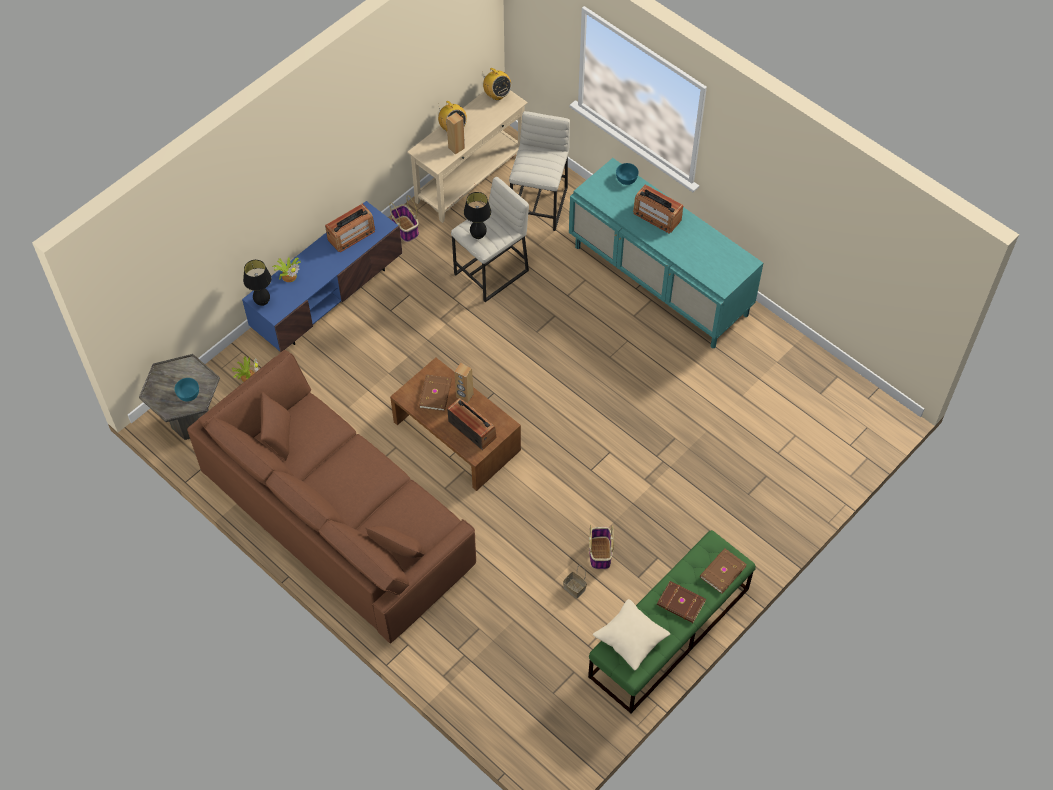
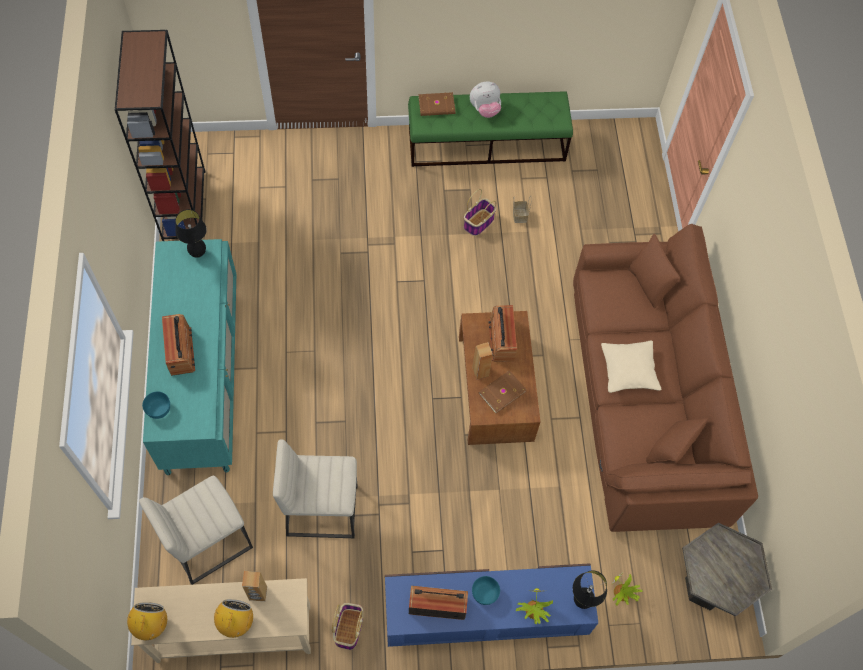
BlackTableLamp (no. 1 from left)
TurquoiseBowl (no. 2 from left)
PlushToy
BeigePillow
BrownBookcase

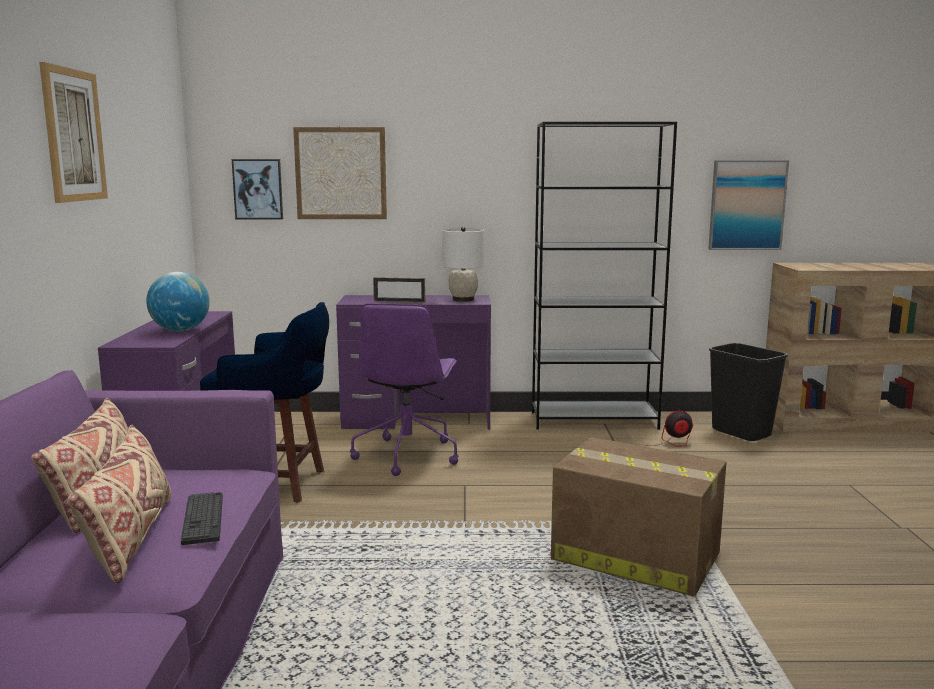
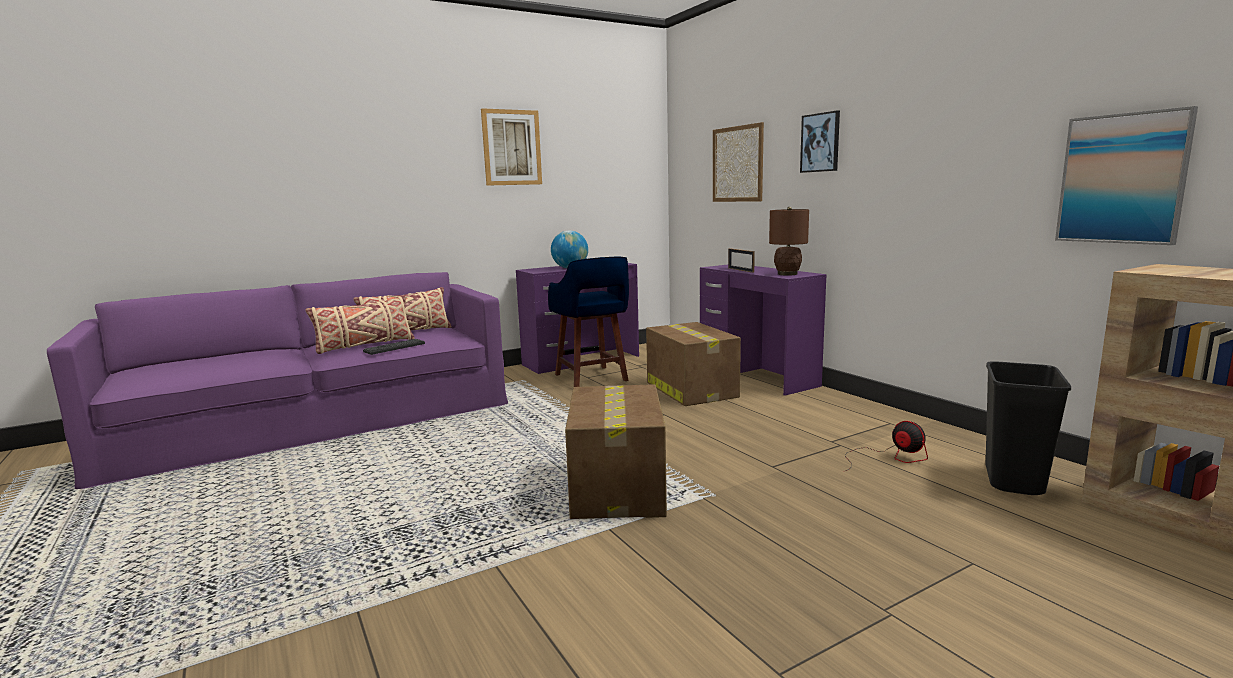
GreyBookcase
Picture (no. 3 from left)
BrownTableLamp
CardboardBox (no. 2 from left)

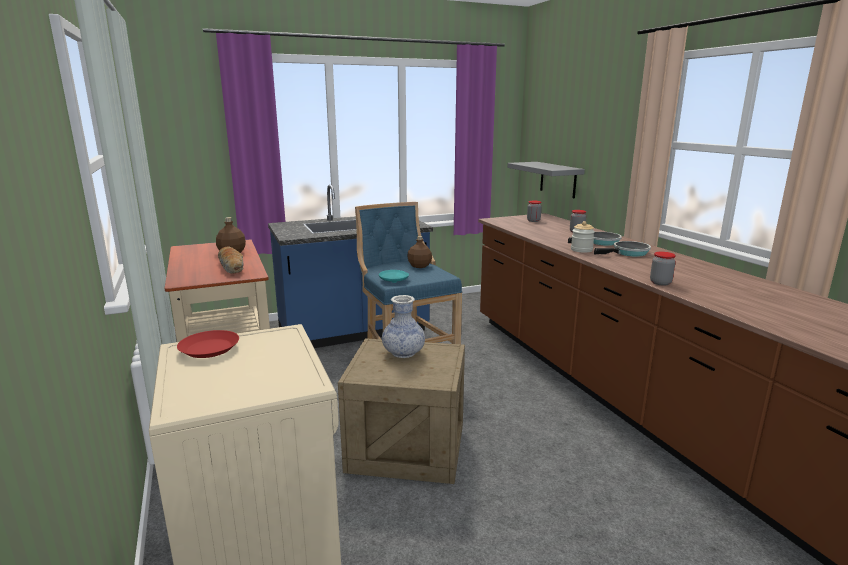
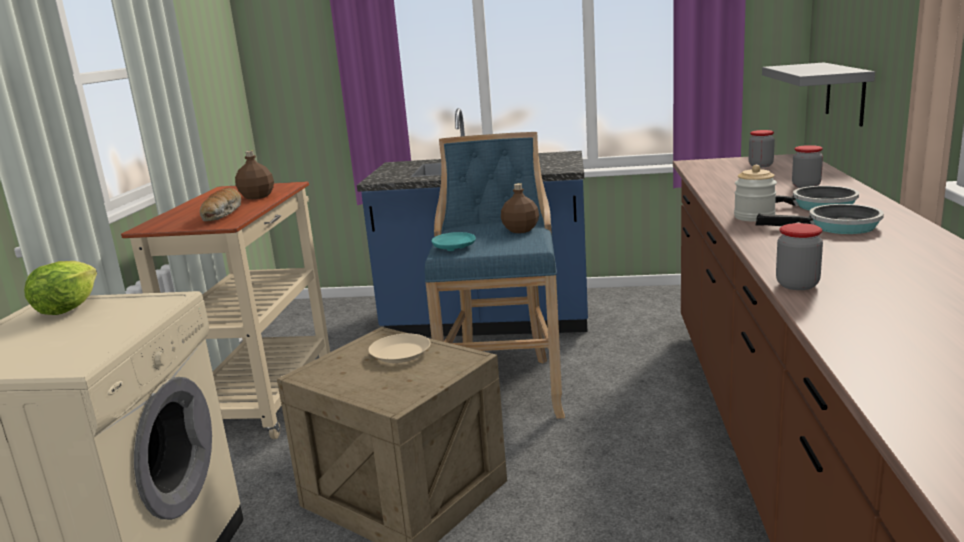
BeigePlate
Lettuce

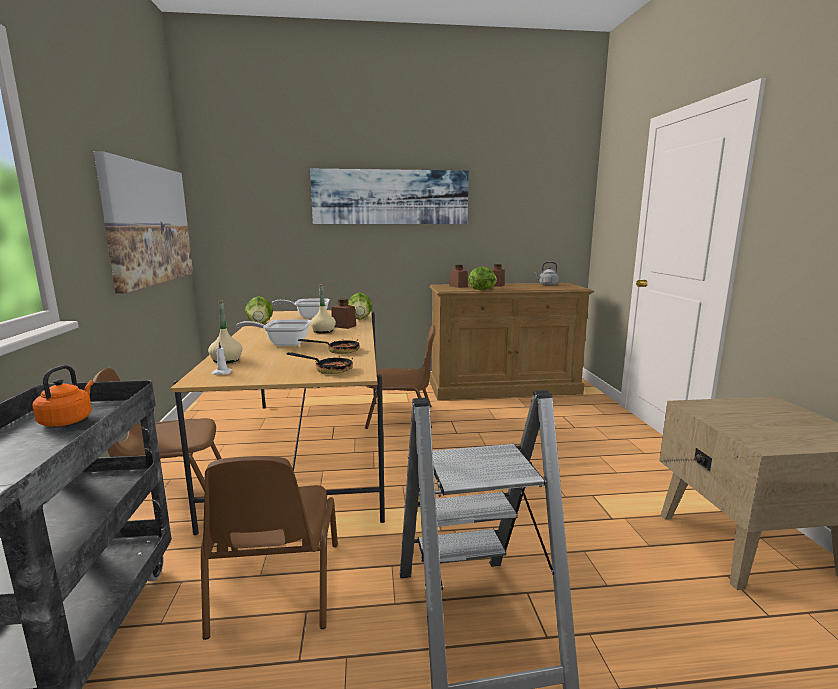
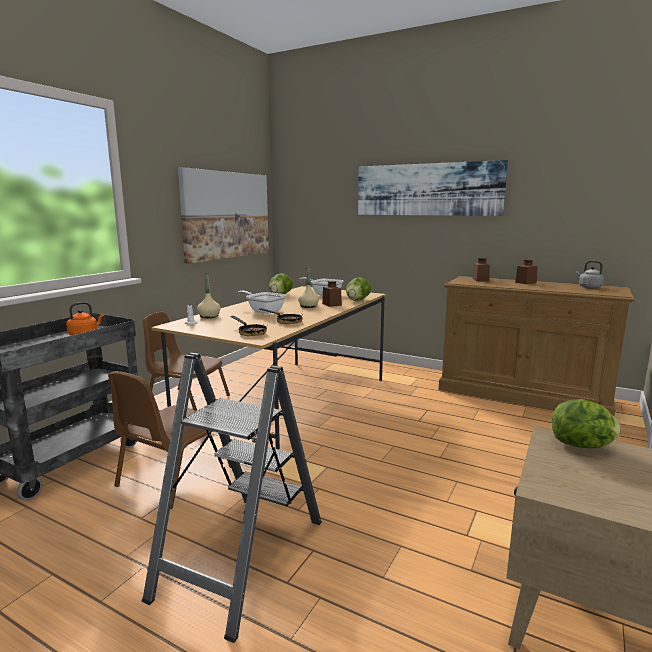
Lettuce (no. 3 from left)
BrownChair (no. 3 from left in the first image)

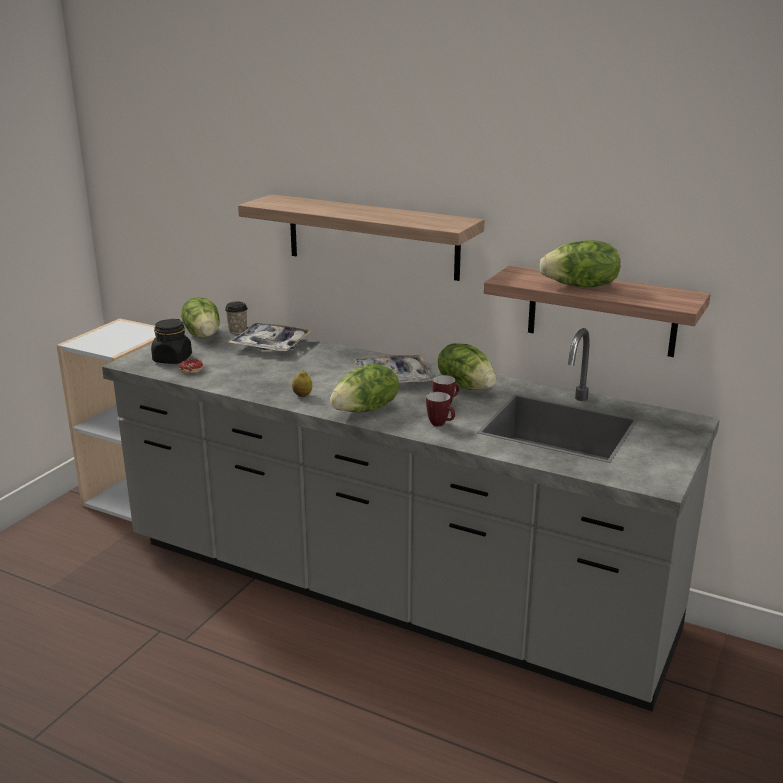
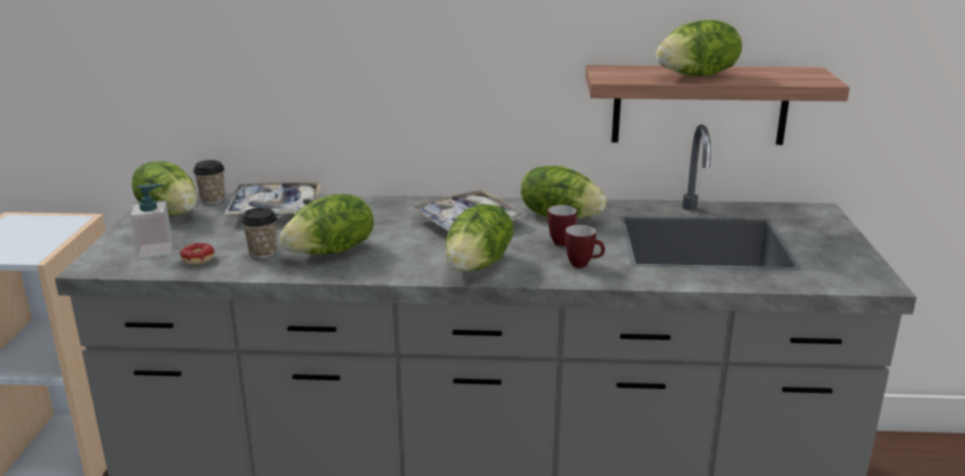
Shelf (no. 1 from left in the first image)
SoapDispenser
Lemon
Lettuce (no. 2 from left)
Cup (no. 2 from left)

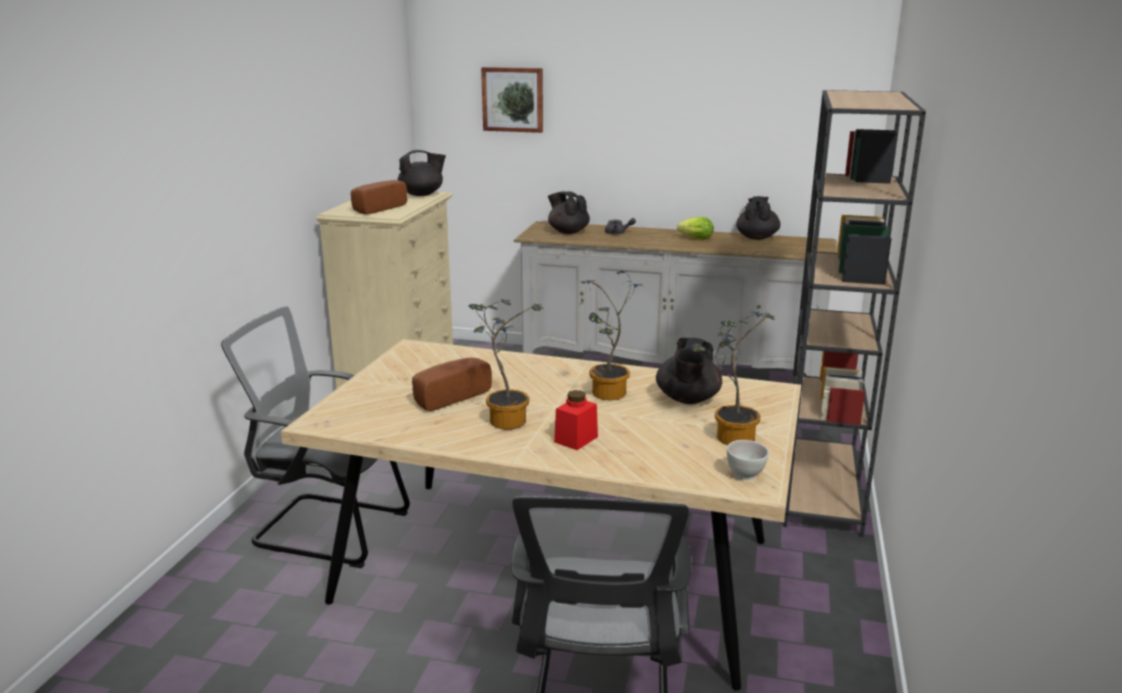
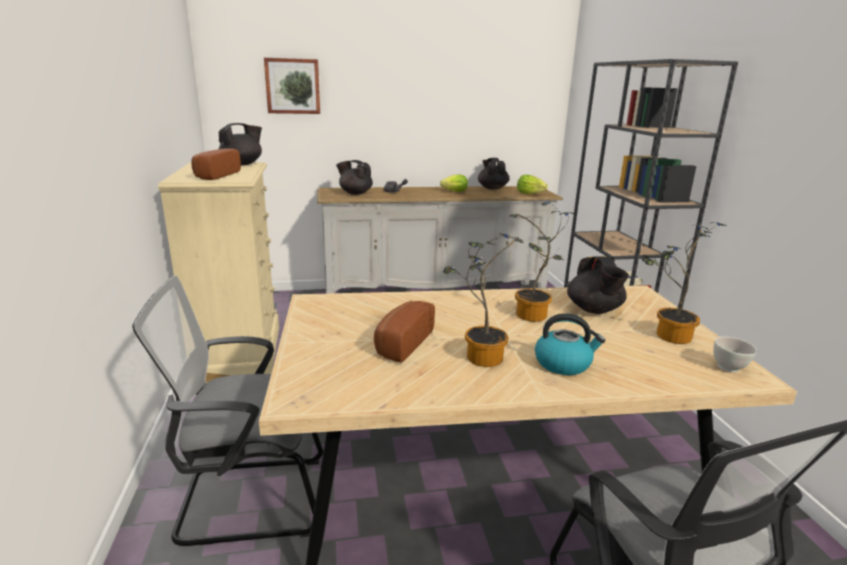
Kettle
Lettuce (no. 2 from left)

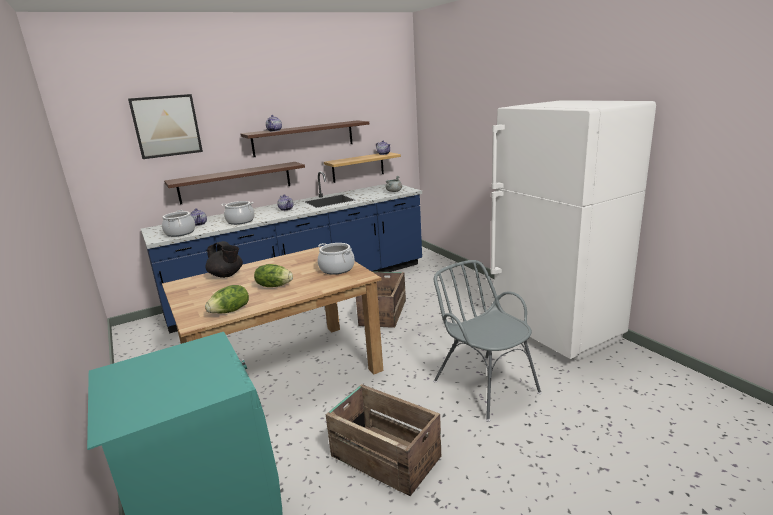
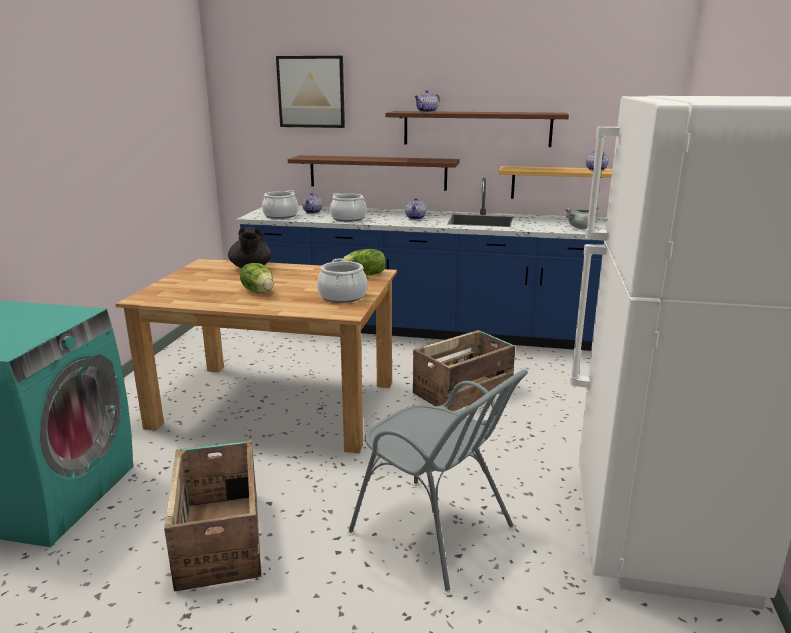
GreyChair
Lettuce (no. 2 from left)

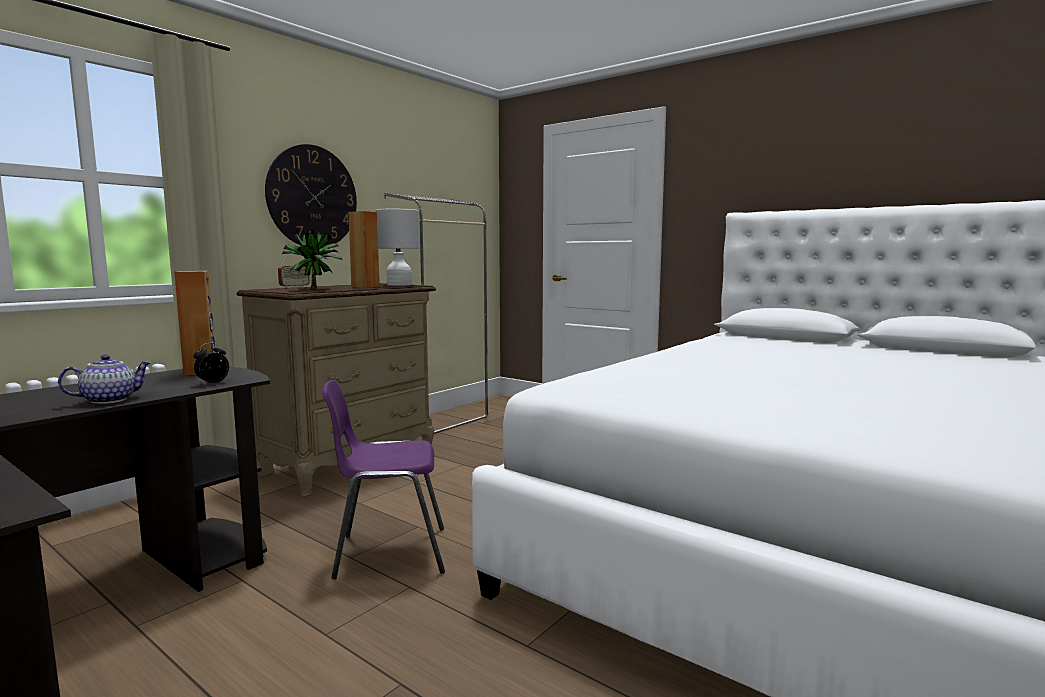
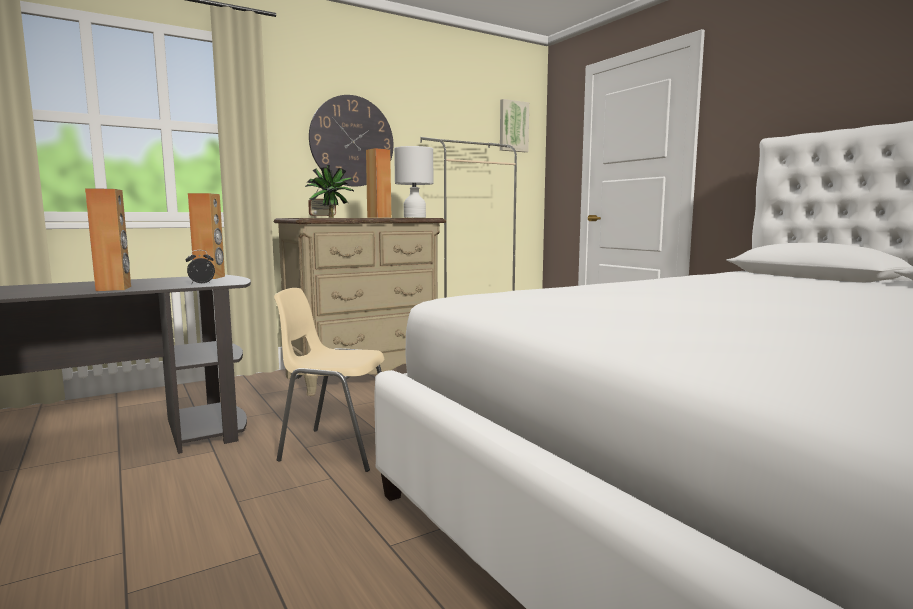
BrownSpeaker (no. 1 from left)
BeigeChair
Picture

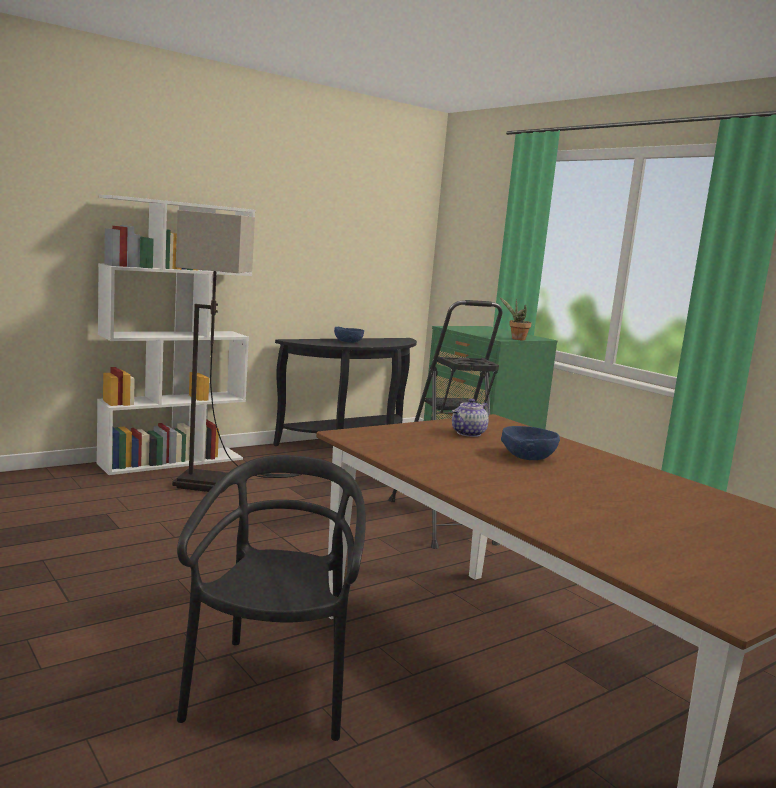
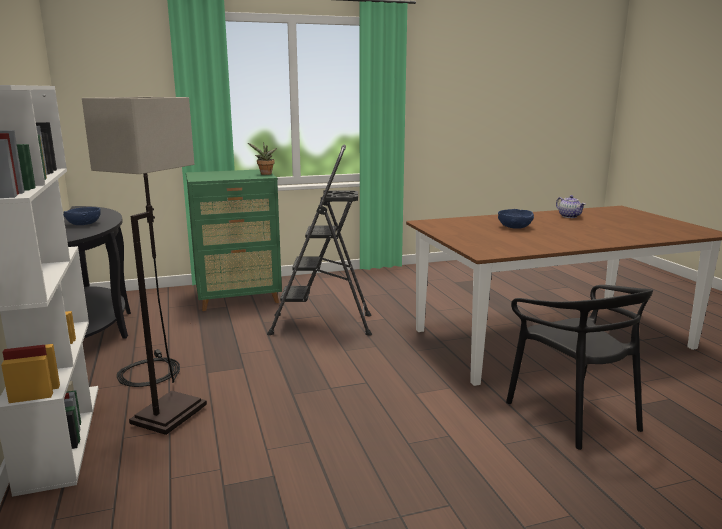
Teapot
BlackChair

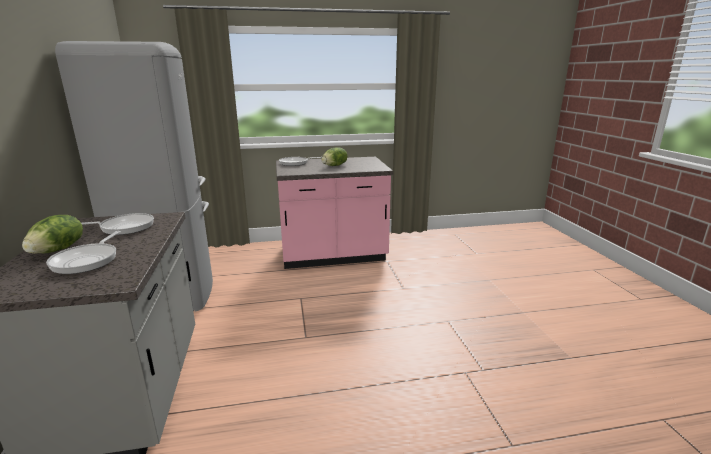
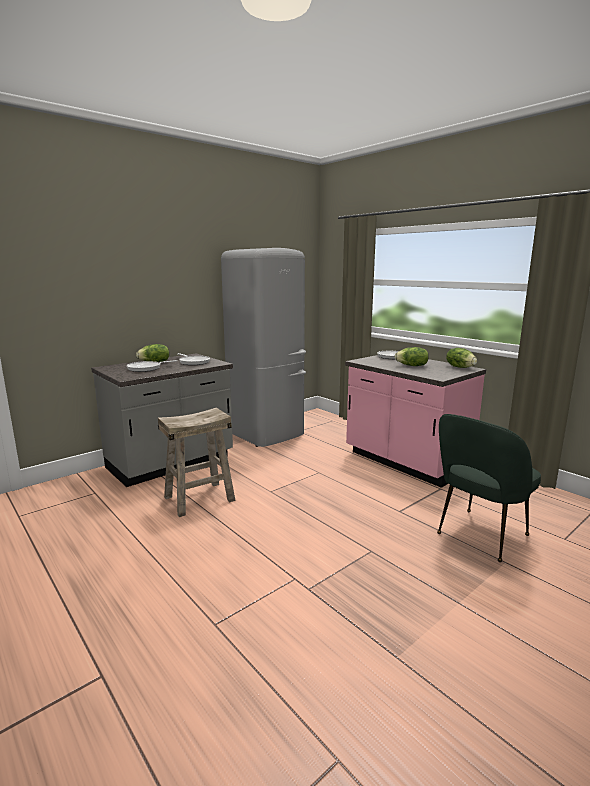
Lettuce (no. 3 from left)
BeigeStool
GreenChair

